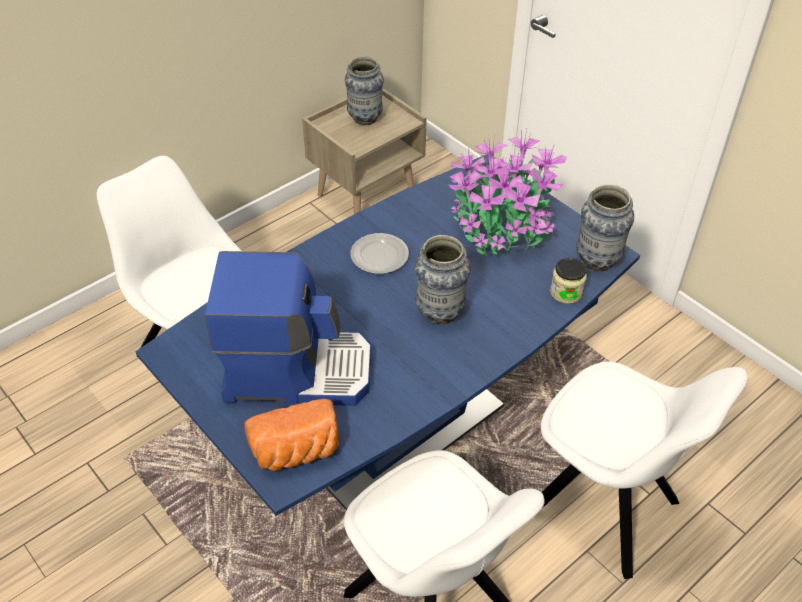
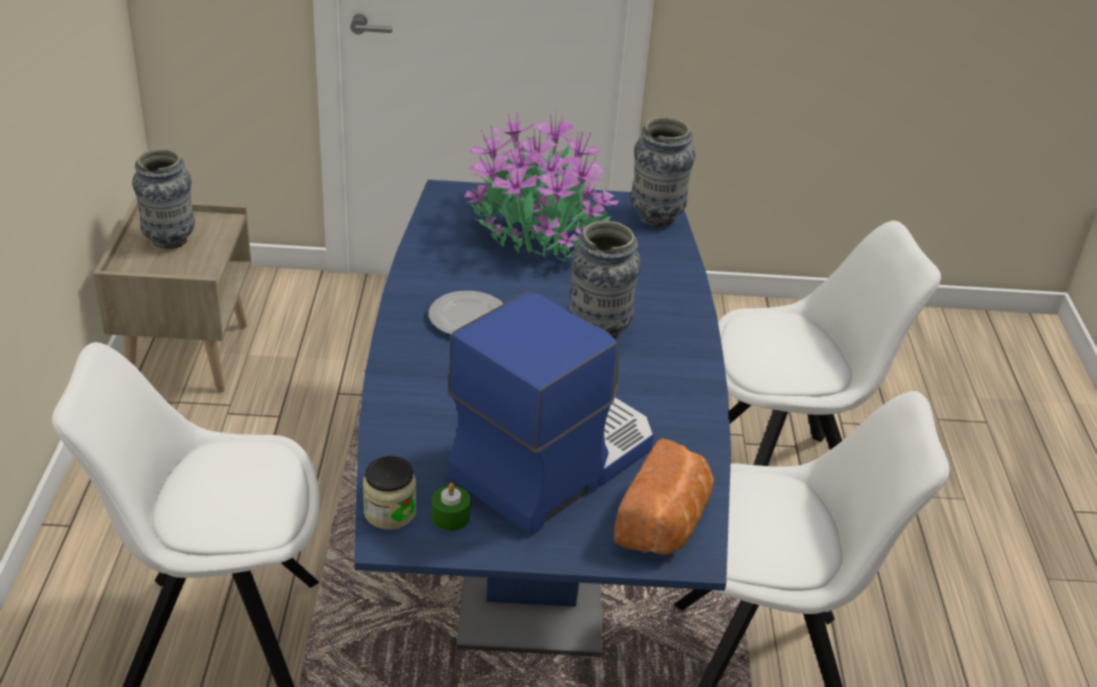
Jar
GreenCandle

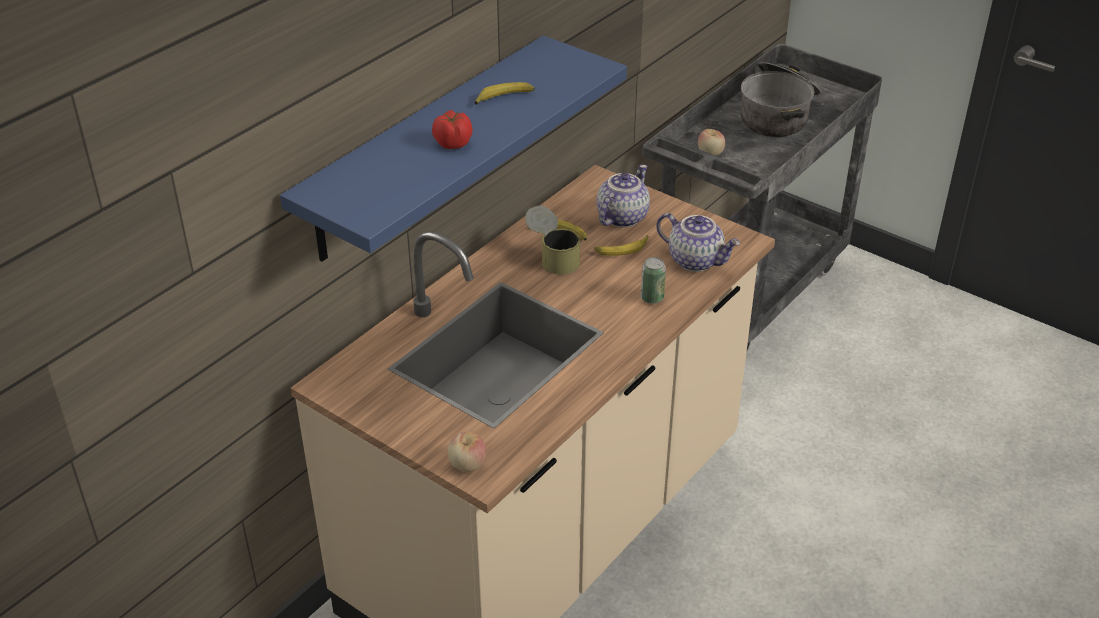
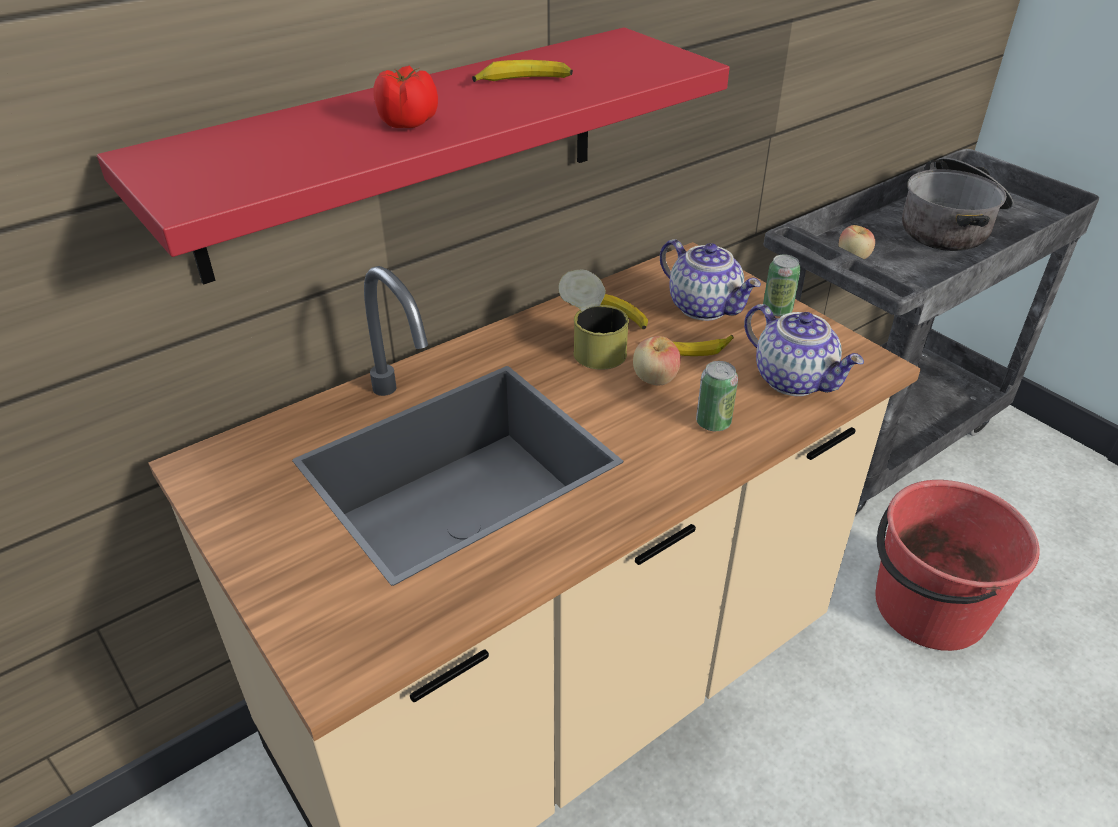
RedShelf
Teapot (no. 1 from left)
Apple (no. 1 from left)
Can (no. 3 from left)
RedBucket

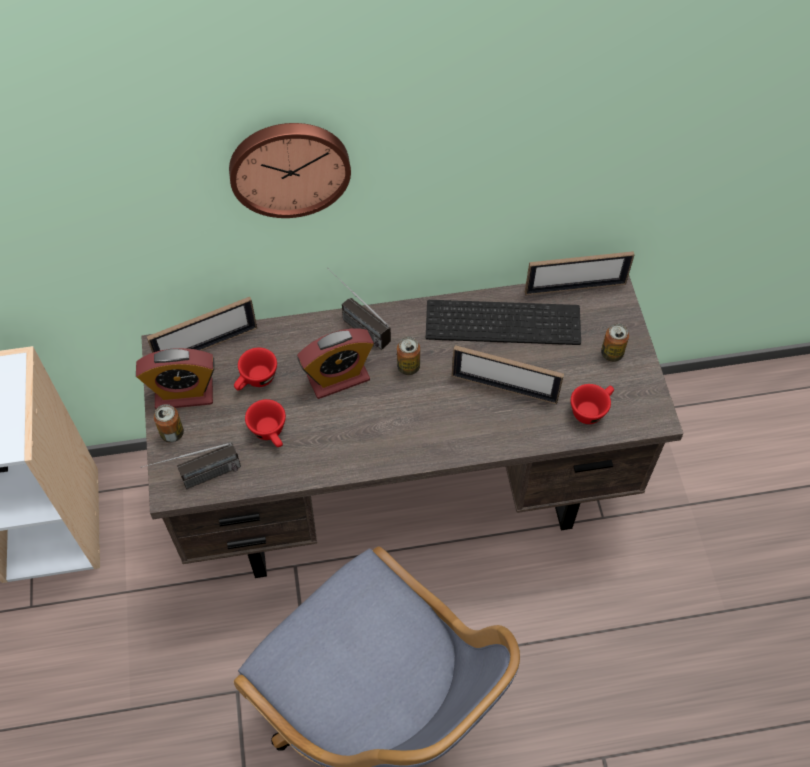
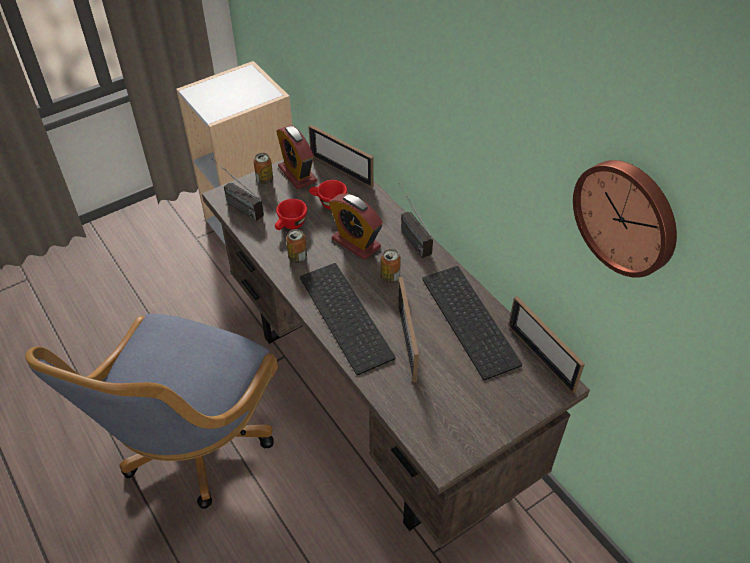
WallClock
Radio (no. 2 from left)
Can (no. 2 from left)
RedCup (no. 3 from left in the first image)
Keyboard (no. 1 from left)

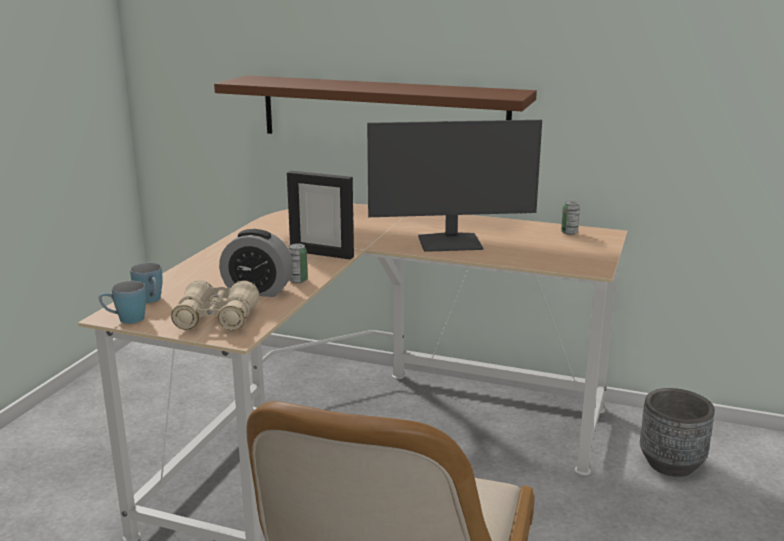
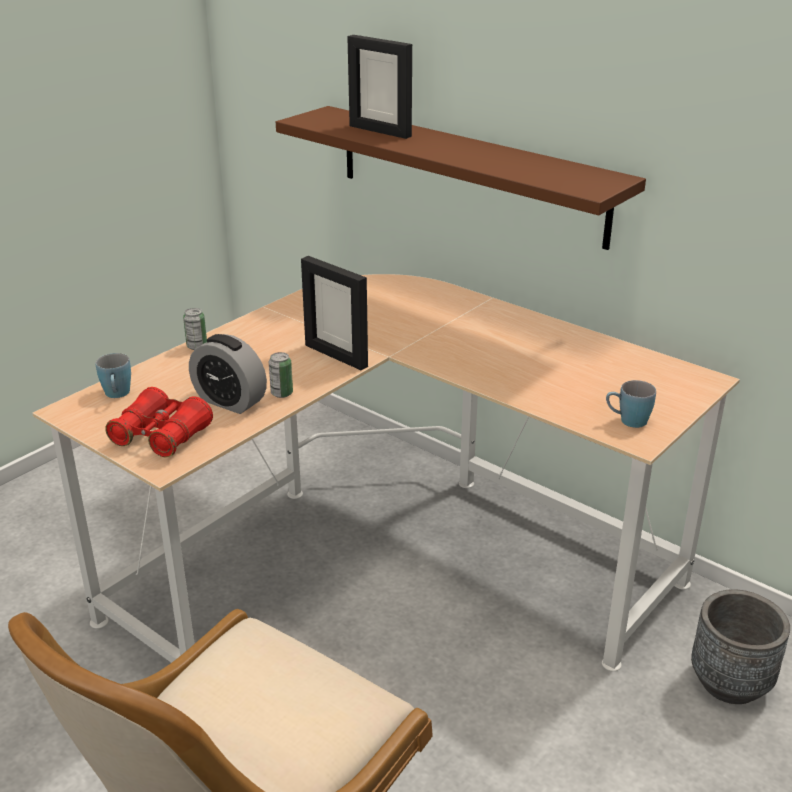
Monitor
Can (no. 1 from left)
RedBinoculars
BlueMug (no. 2 from left)
PictureFrame (no. 2 from left)

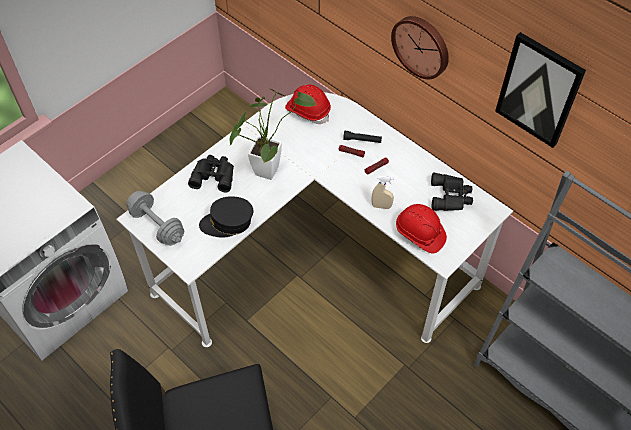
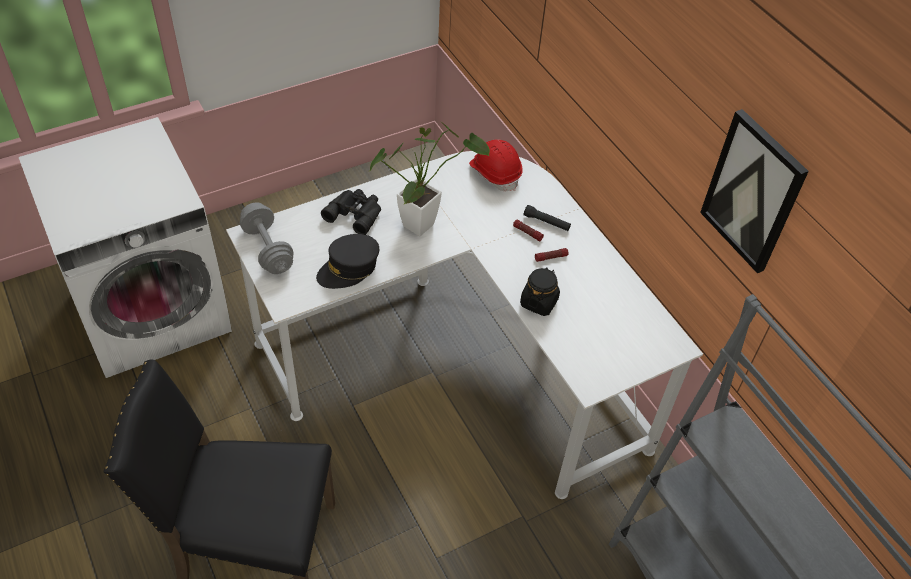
WallClock
BlackBinoculars (no. 2 from left in the first image)
BlackJar
BlackCap
RedHardHat (no. 2 from left in the first image)

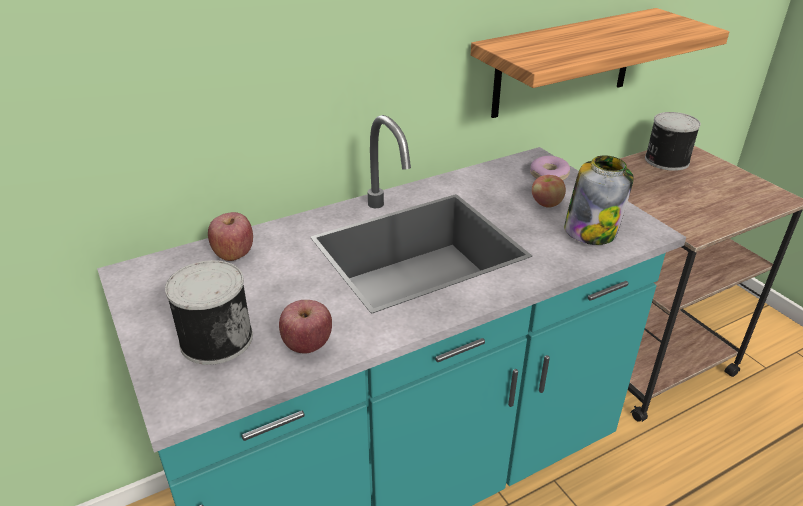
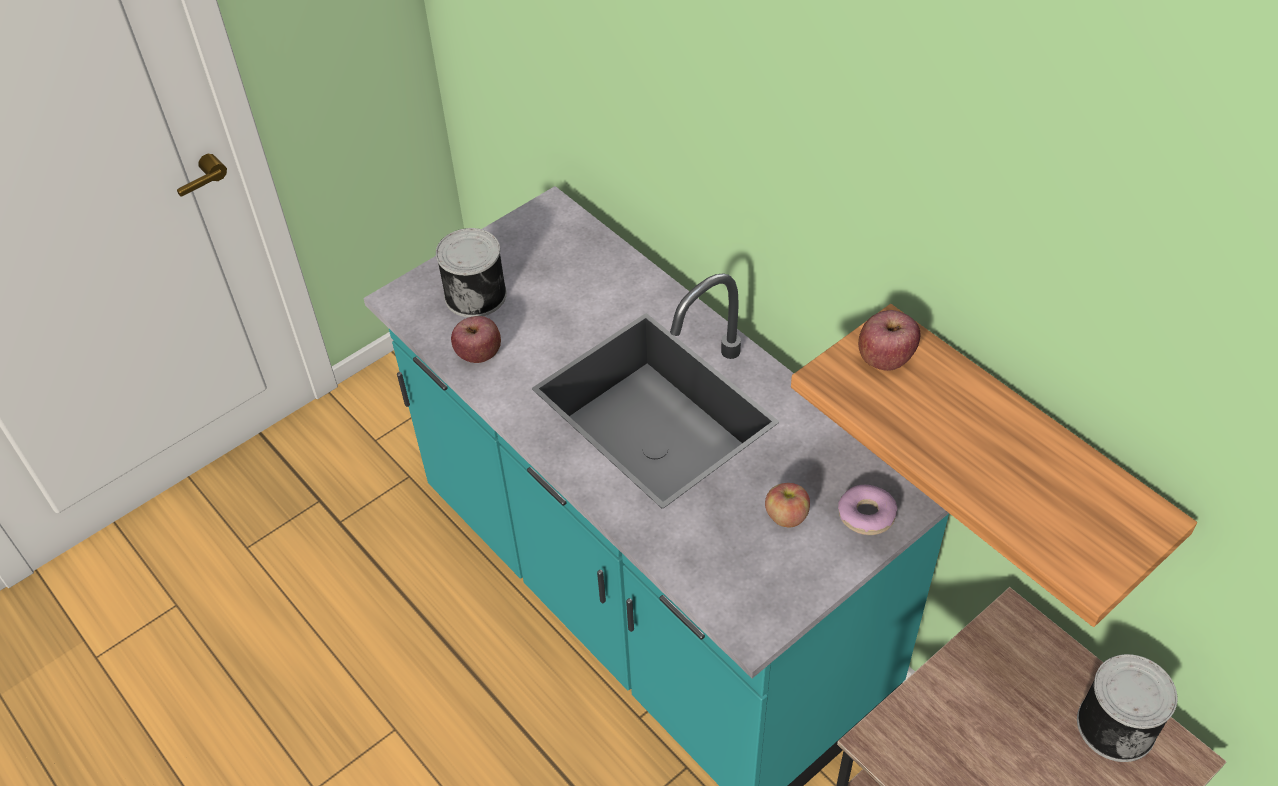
Jar
Apple (no. 3 from left)

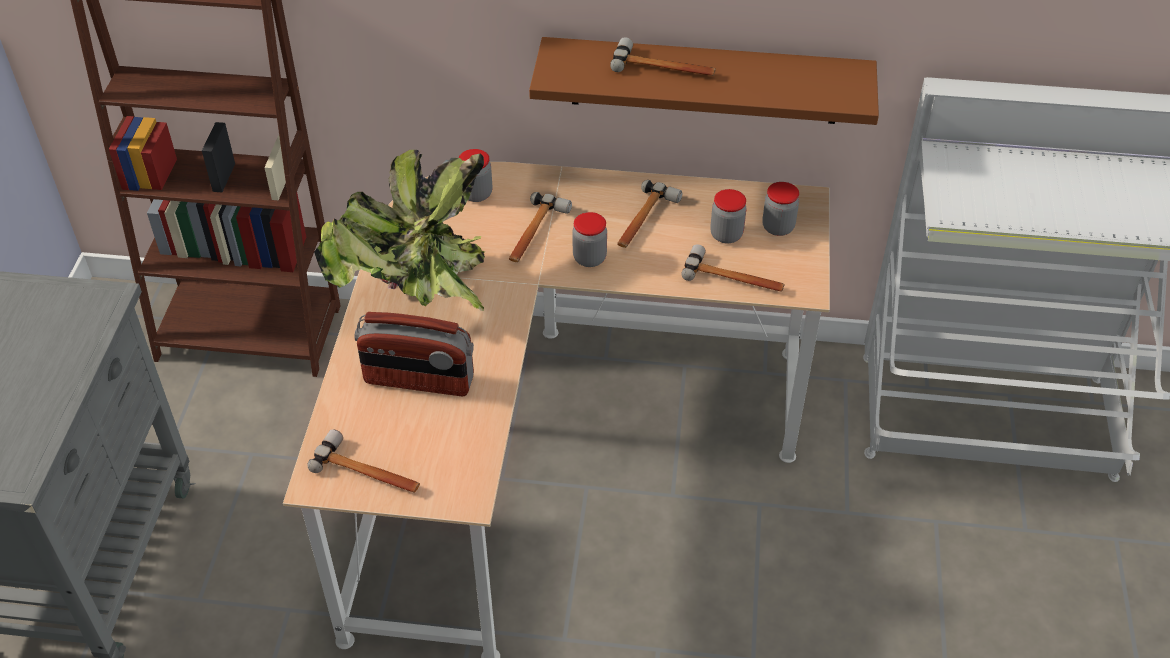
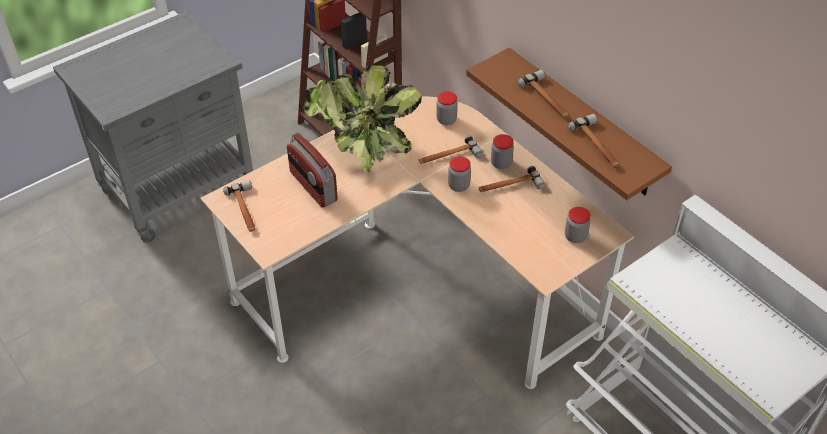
Jar (no. 3 from left)
Hammer (no. 5 from left)

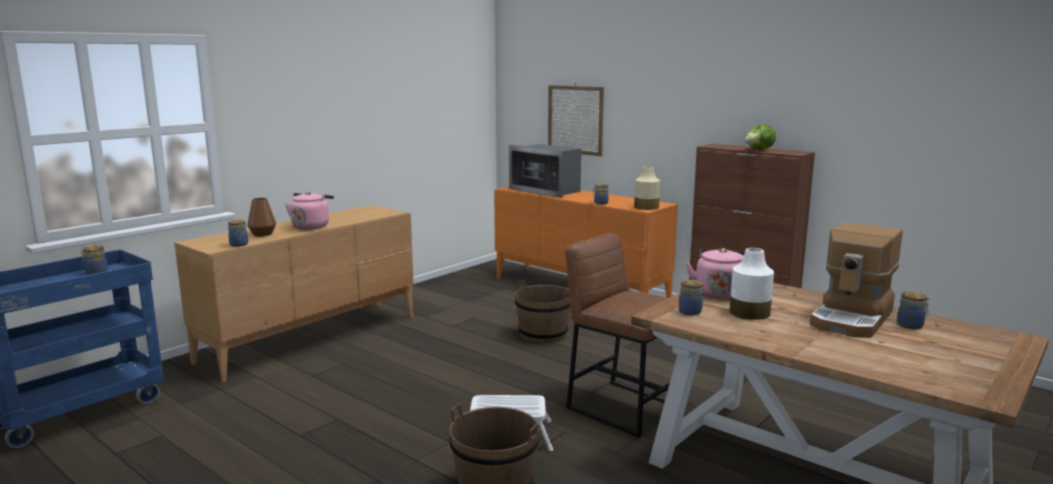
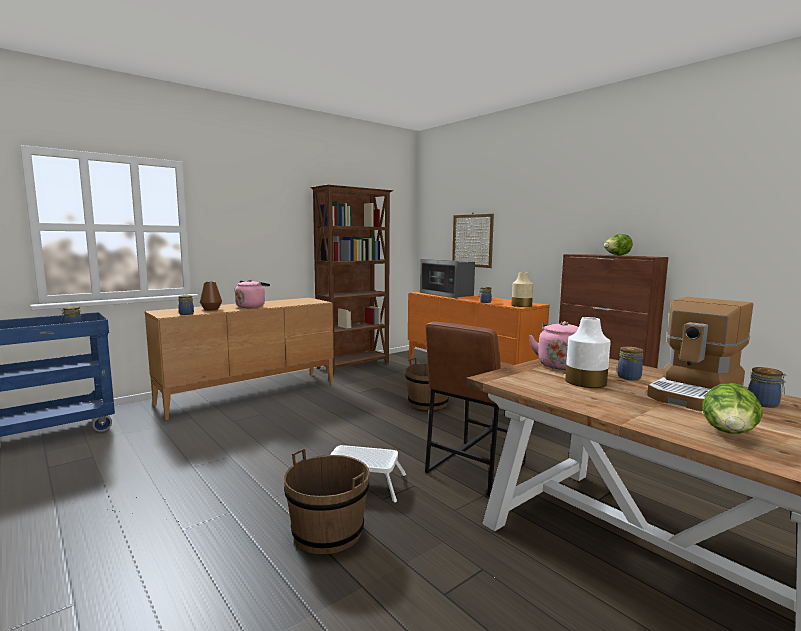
BrownChair
Jar (no. 4 from left)
BrownBookcase
Lettuce (no. 2 from left)

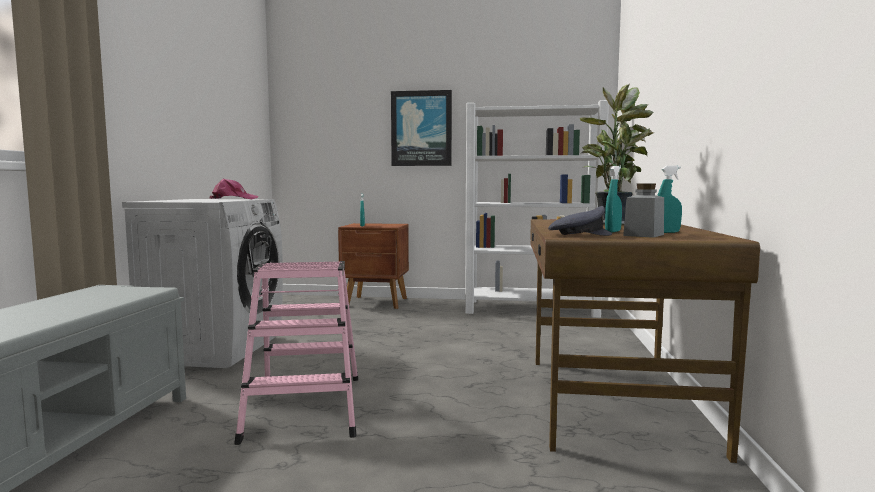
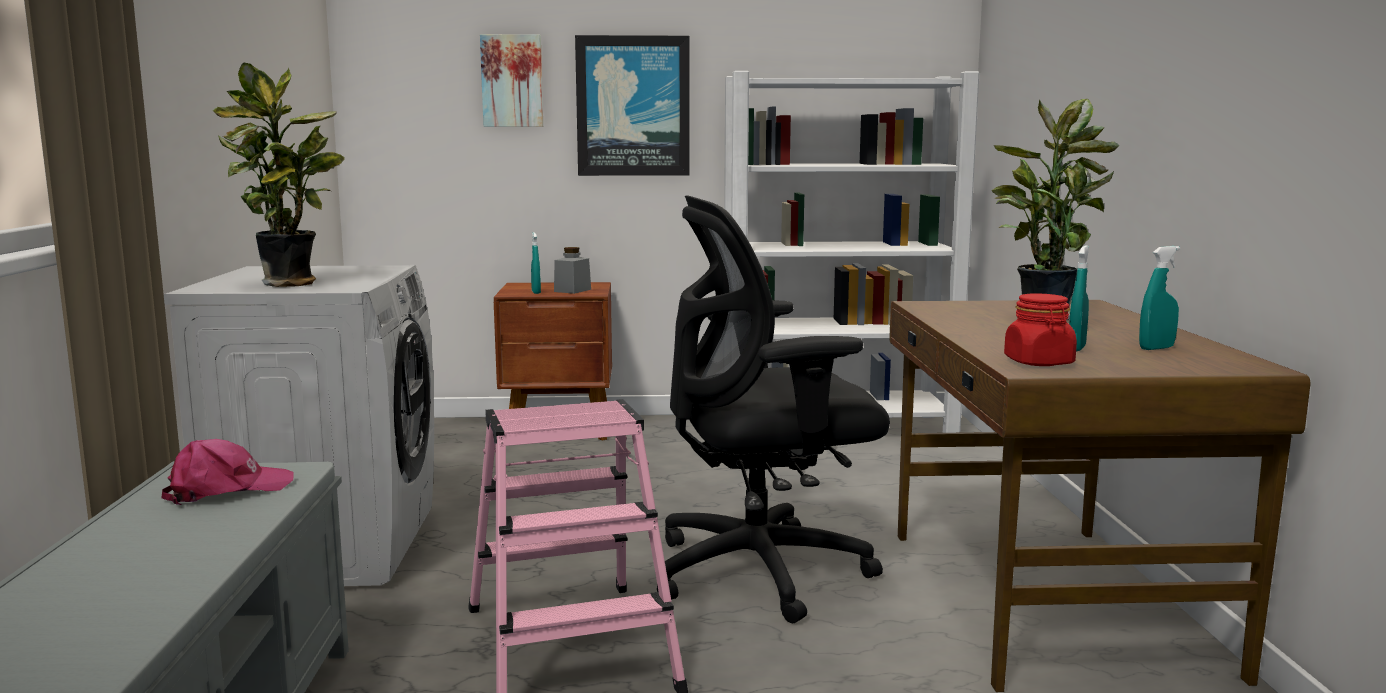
PinkCap
GreyJar
RedJar
Picture (no. 1 from left)
PottedPlant (no. 1 from left)
BlackOfficeChair

